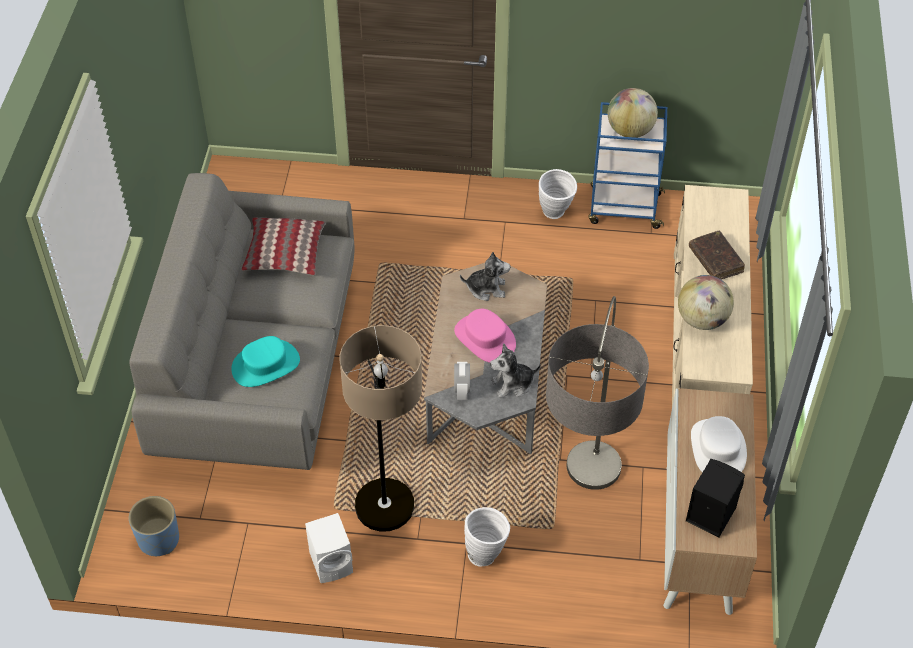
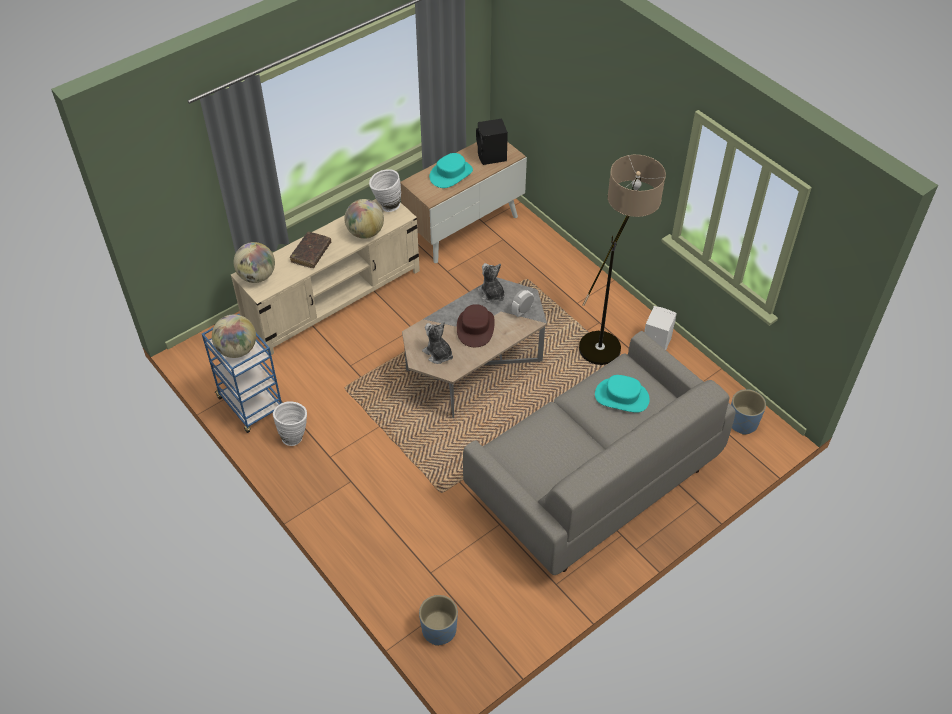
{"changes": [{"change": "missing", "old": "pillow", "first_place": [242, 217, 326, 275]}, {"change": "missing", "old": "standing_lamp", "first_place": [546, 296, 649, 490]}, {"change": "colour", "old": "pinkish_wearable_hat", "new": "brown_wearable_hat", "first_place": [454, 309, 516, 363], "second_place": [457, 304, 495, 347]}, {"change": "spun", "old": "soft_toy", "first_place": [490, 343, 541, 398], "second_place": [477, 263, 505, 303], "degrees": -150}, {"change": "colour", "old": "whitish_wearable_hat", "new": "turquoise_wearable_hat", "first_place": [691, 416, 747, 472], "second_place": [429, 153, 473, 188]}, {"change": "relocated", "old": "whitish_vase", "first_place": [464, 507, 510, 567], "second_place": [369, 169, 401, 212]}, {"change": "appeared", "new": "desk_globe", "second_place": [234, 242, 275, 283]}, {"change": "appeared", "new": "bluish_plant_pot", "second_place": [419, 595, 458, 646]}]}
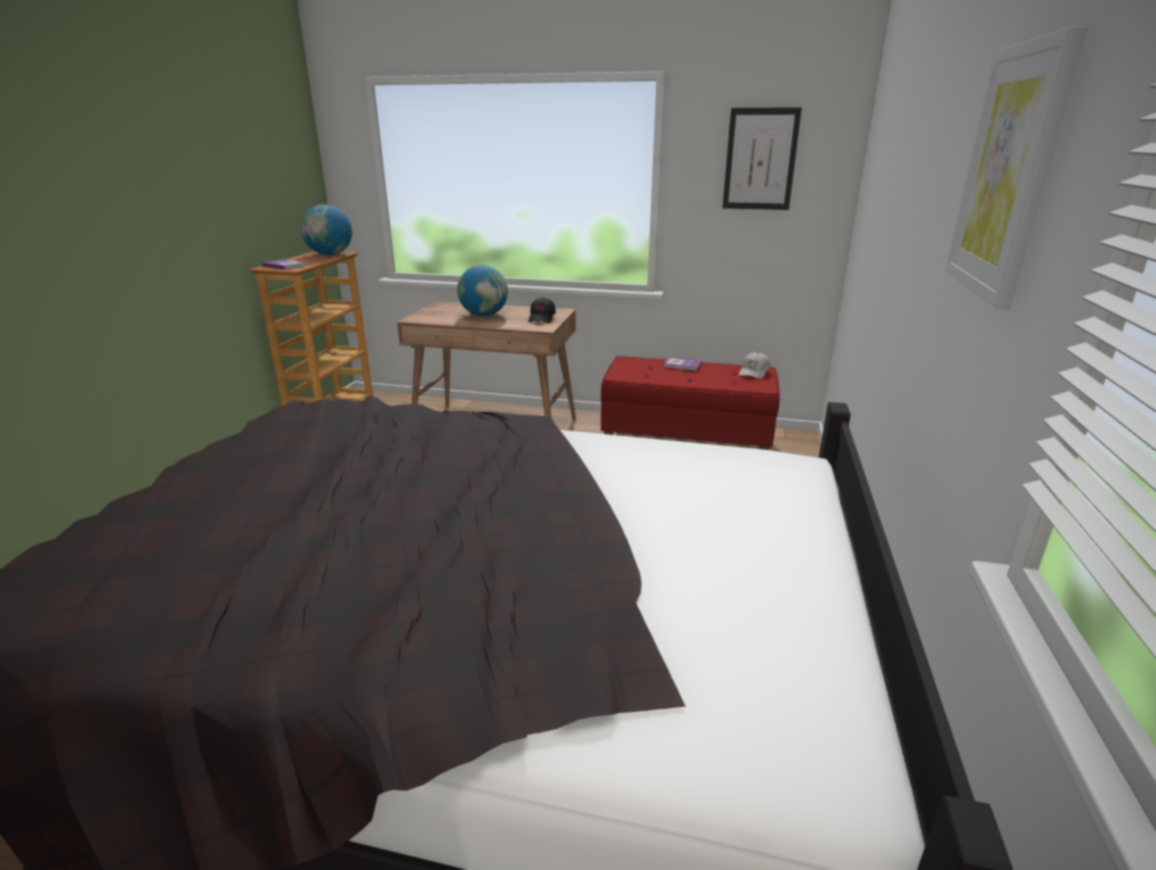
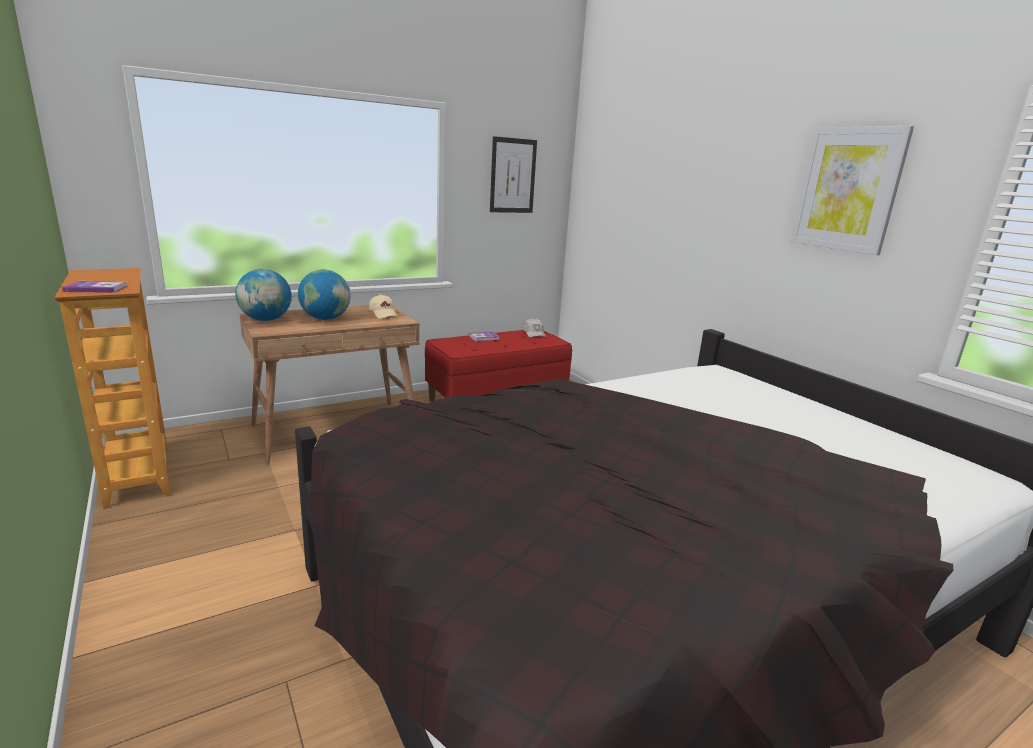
{"changes": [{"change": "relocated", "old": "desk_globe", "first_place": [300, 204, 352, 255], "second_place": [235, 269, 292, 321]}, {"change": "colour", "old": "black_peaked_cap", "new": "beige-coloured_peaked_cap", "first_place": [528, 297, 556, 323], "second_place": [369, 294, 398, 318]}]}
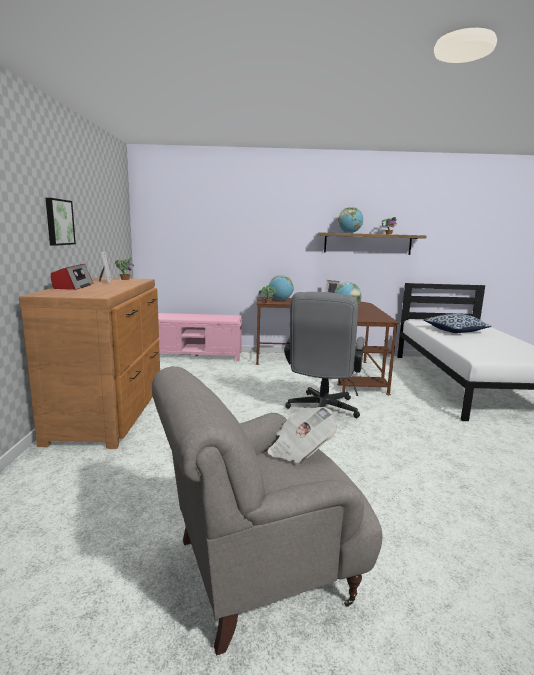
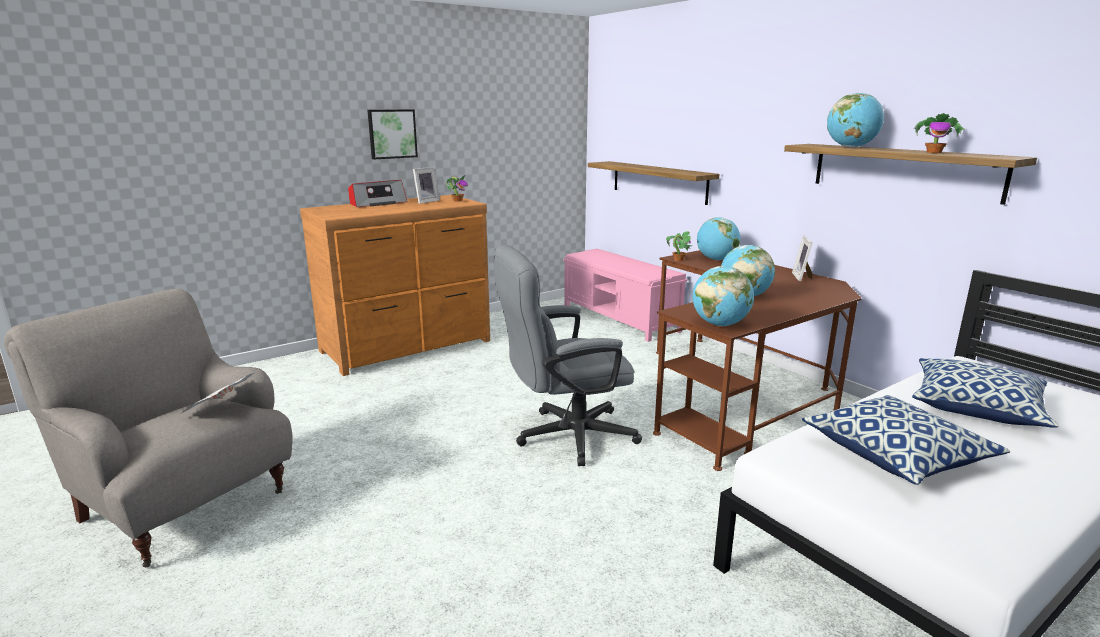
{"changes": [{"change": "appeared", "new": "shelf", "second_place": [588, 161, 719, 205]}, {"change": "appeared", "new": "desk_globe", "second_place": [692, 266, 754, 326]}, {"change": "appeared", "new": "pillow", "second_place": [802, 395, 1010, 485]}]}
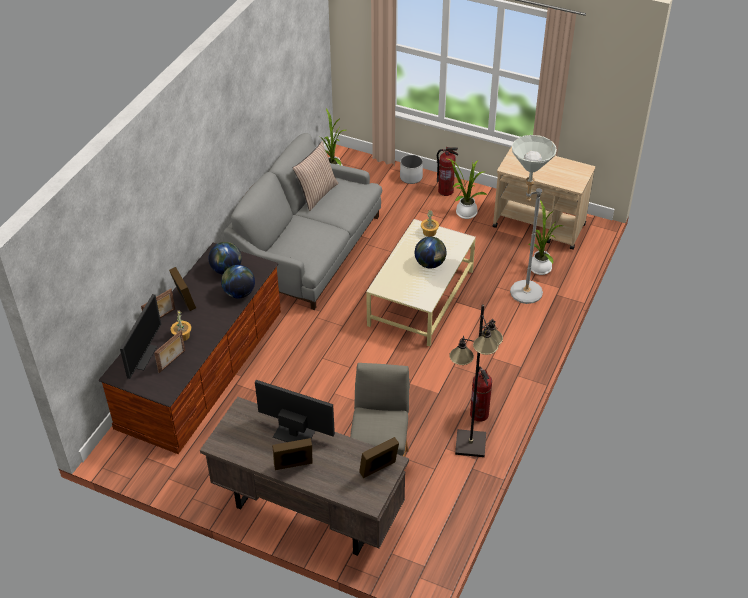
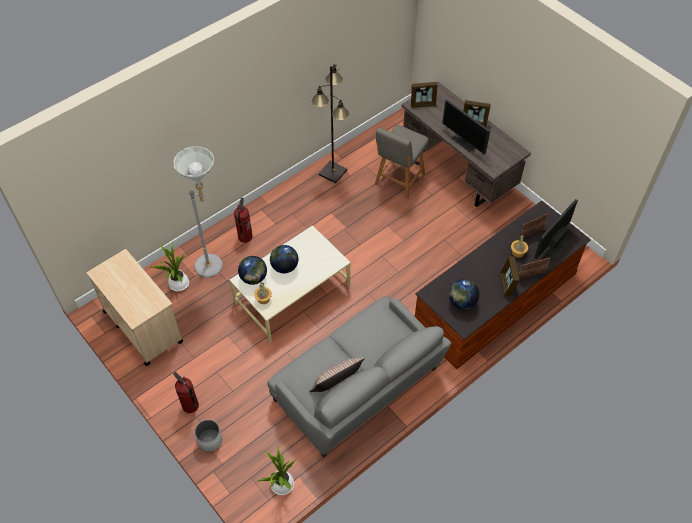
{"changes": [{"change": "missing", "old": "plant_in_a_pot", "first_place": [448, 159, 487, 219]}, {"change": "relocated", "old": "desk_globe", "first_place": [221, 265, 255, 298], "second_place": [238, 256, 267, 285]}, {"change": "relocated", "old": "extinguisher", "first_place": [470, 367, 492, 422], "second_place": [234, 198, 253, 243]}]}
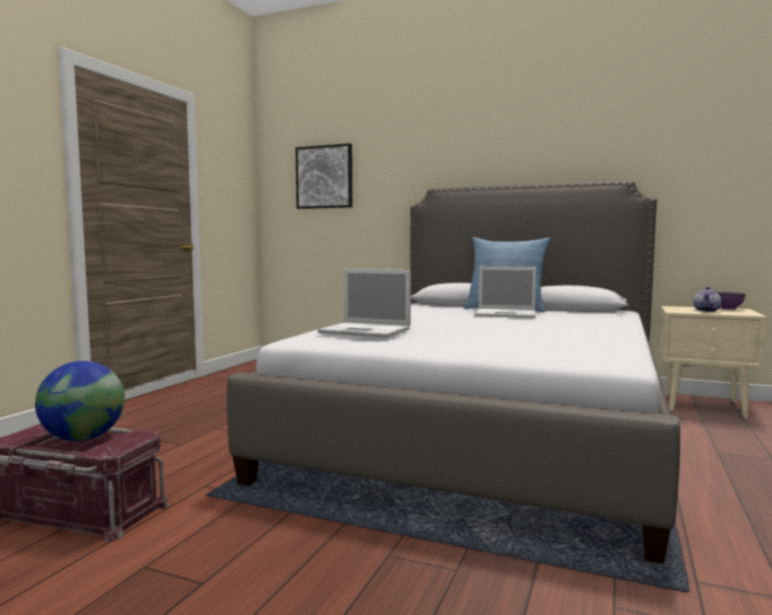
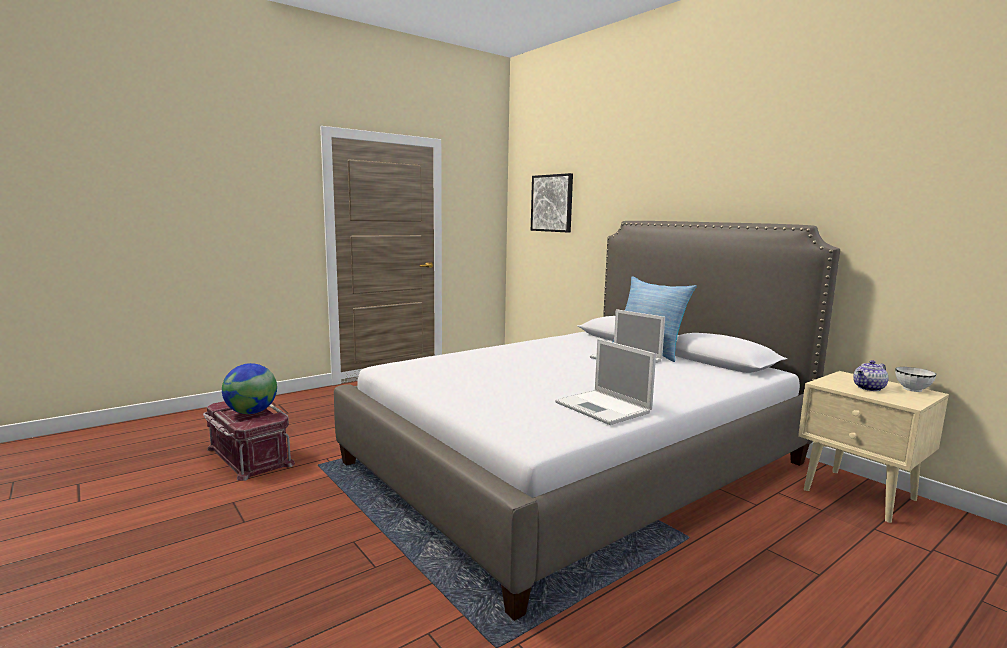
{"changes": [{"change": "relocated", "old": "notebook_computer", "first_place": [318, 269, 411, 338], "second_place": [555, 339, 656, 425]}, {"change": "colour", "old": "purple-coloured_bowl", "new": "whitish_bowl", "first_place": [718, 292, 746, 310], "second_place": [895, 367, 936, 392]}]}
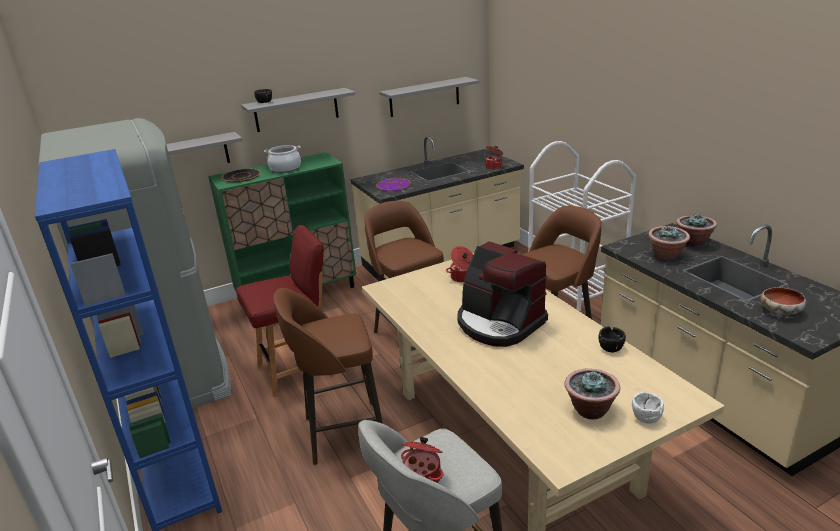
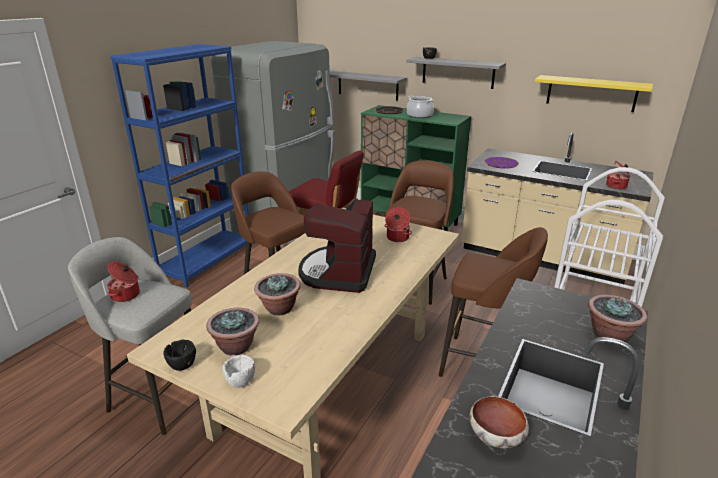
{"changes": [{"change": "colour", "old": "gray_shelf", "new": "yellow_shelf", "first_place": [379, 77, 479, 117], "second_place": [535, 75, 653, 112]}, {"change": "relocated", "old": "plant_in_a_pot", "first_place": [648, 226, 690, 260], "second_place": [254, 273, 301, 315]}, {"change": "relocated", "old": "black_bowl", "first_place": [598, 326, 626, 352], "second_place": [163, 340, 196, 371]}]}
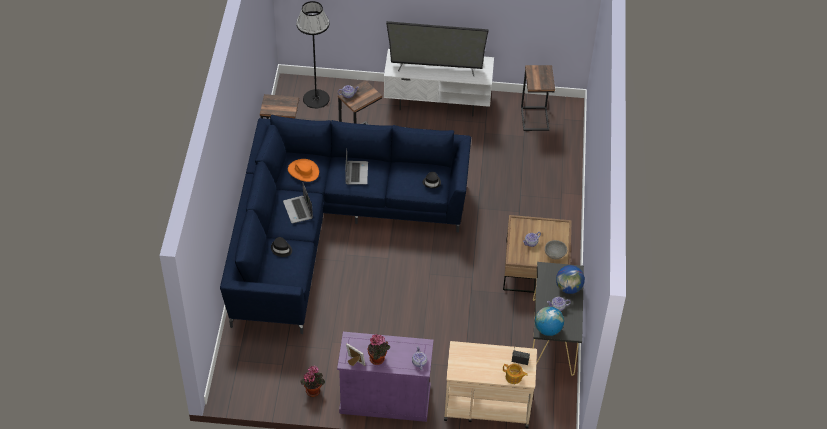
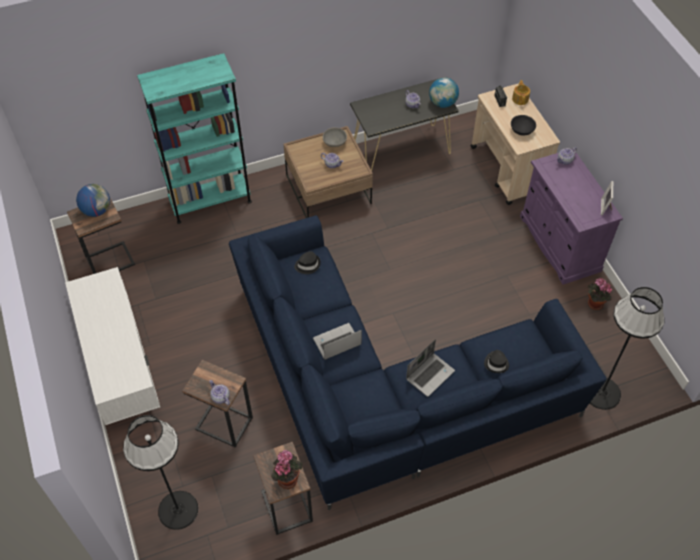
{"changes": [{"change": "missing", "old": "TV", "first_place": [386, 21, 488, 76]}, {"change": "missing", "old": "orangey_wearable_hat", "first_place": [288, 159, 319, 182]}, {"change": "relocated", "old": "desk_globe", "first_place": [556, 265, 585, 294], "second_place": [76, 184, 110, 217]}, {"change": "relocated", "old": "plant_in_a_pot", "first_place": [368, 334, 390, 365], "second_place": [271, 450, 302, 489]}, {"change": "appeared", "new": "turquoise_shelving_unit", "second_place": [137, 53, 252, 224]}, {"change": "appeared", "new": "black_bowl", "second_place": [511, 115, 536, 136]}, {"change": "appeared", "new": "black_standing_lamp", "second_place": [590, 287, 665, 410]}]}
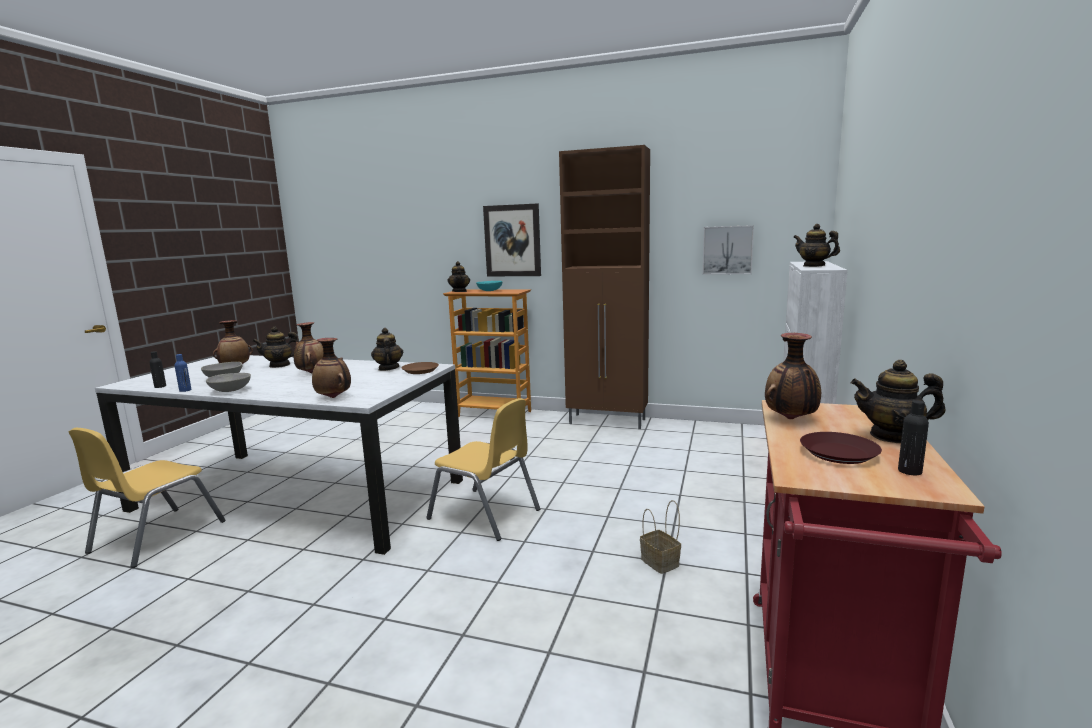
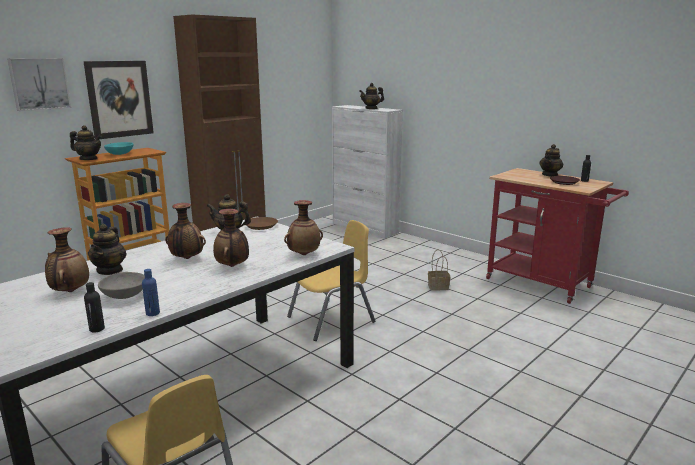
{"changes": [{"change": "relocated", "old": "picture", "first_place": [702, 225, 754, 275], "second_place": [7, 58, 71, 111]}, {"change": "relocated", "old": "vase", "first_place": [765, 333, 821, 419], "second_place": [213, 209, 249, 267]}, {"change": "missing", "old": "gray_bowl", "first_place": [206, 373, 251, 392]}]}
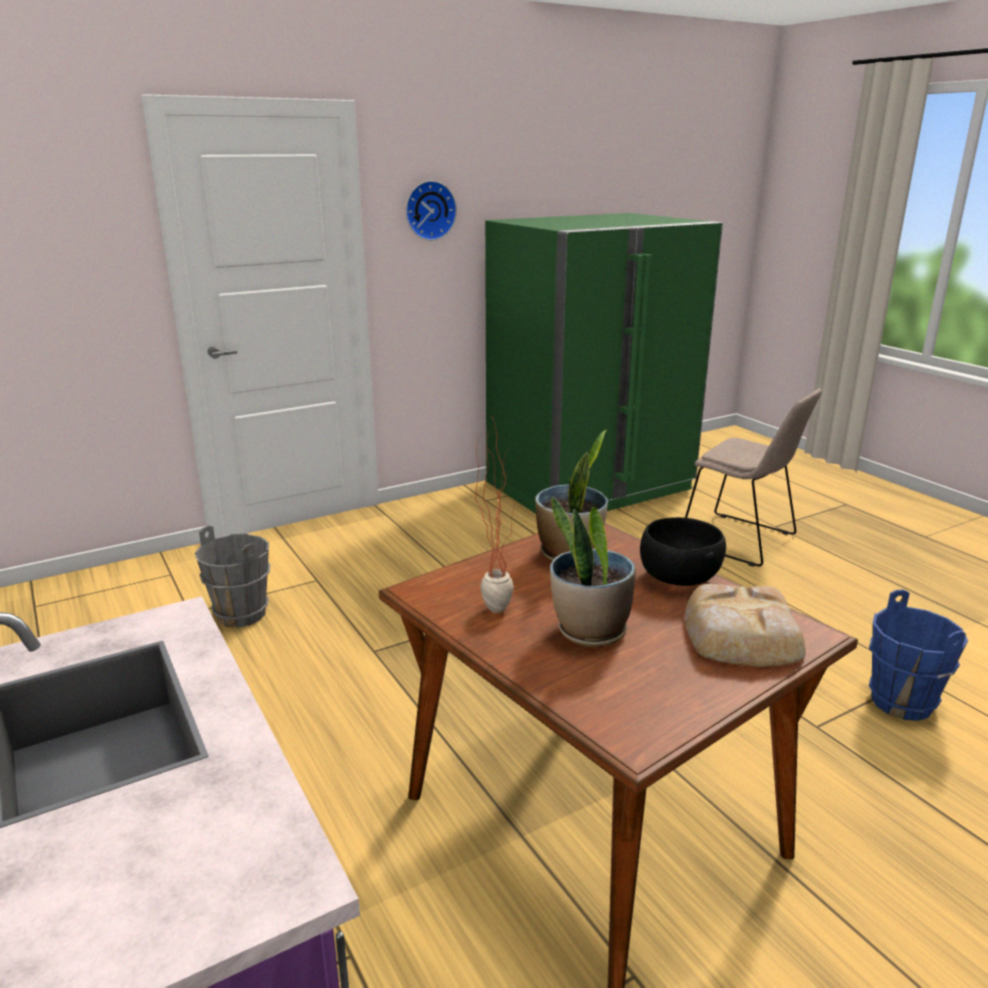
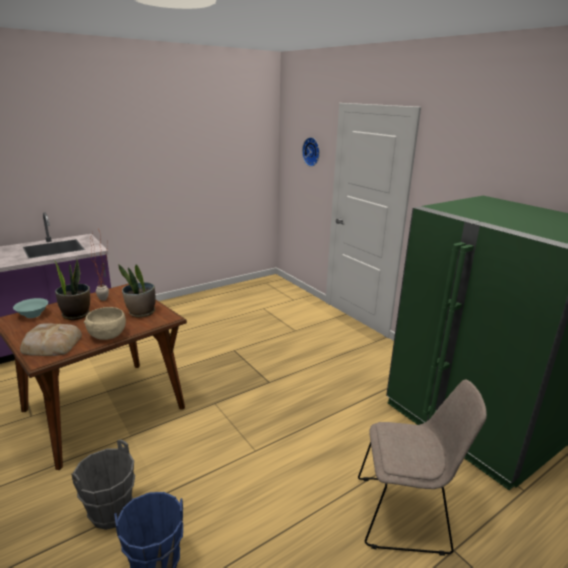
{"changes": [{"change": "relocated", "old": "hanging_clock", "first_place": [406, 180, 457, 241], "second_place": [302, 137, 320, 167]}, {"change": "spun", "old": "beige-coloured_upright_chair", "first_place": [685, 389, 822, 567], "second_place": [358, 379, 487, 556], "degrees": -120}, {"change": "colour", "old": "black_bowl", "new": "beige-coloured_bowl", "first_place": [640, 517, 726, 586], "second_place": [84, 307, 126, 340]}, {"change": "relocated", "old": "gray_bucket", "first_place": [195, 526, 270, 628], "second_place": [71, 440, 135, 530]}, {"change": "appeared", "new": "turquoise_bowl", "second_place": [13, 298, 48, 318]}]}
